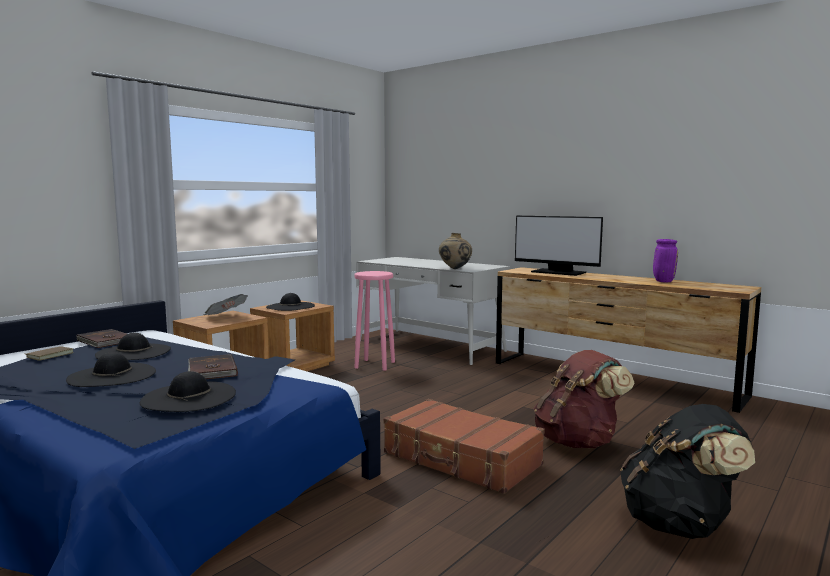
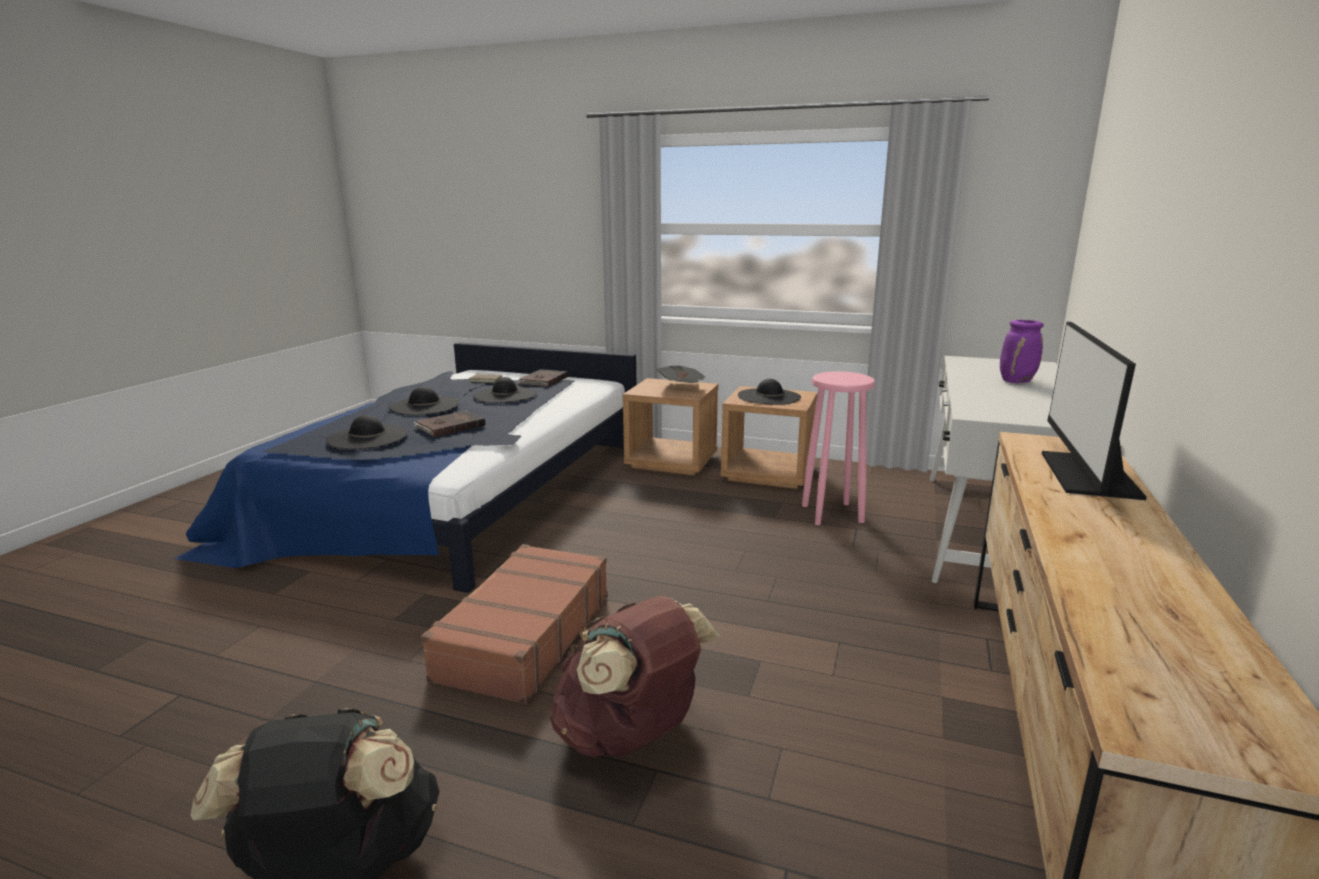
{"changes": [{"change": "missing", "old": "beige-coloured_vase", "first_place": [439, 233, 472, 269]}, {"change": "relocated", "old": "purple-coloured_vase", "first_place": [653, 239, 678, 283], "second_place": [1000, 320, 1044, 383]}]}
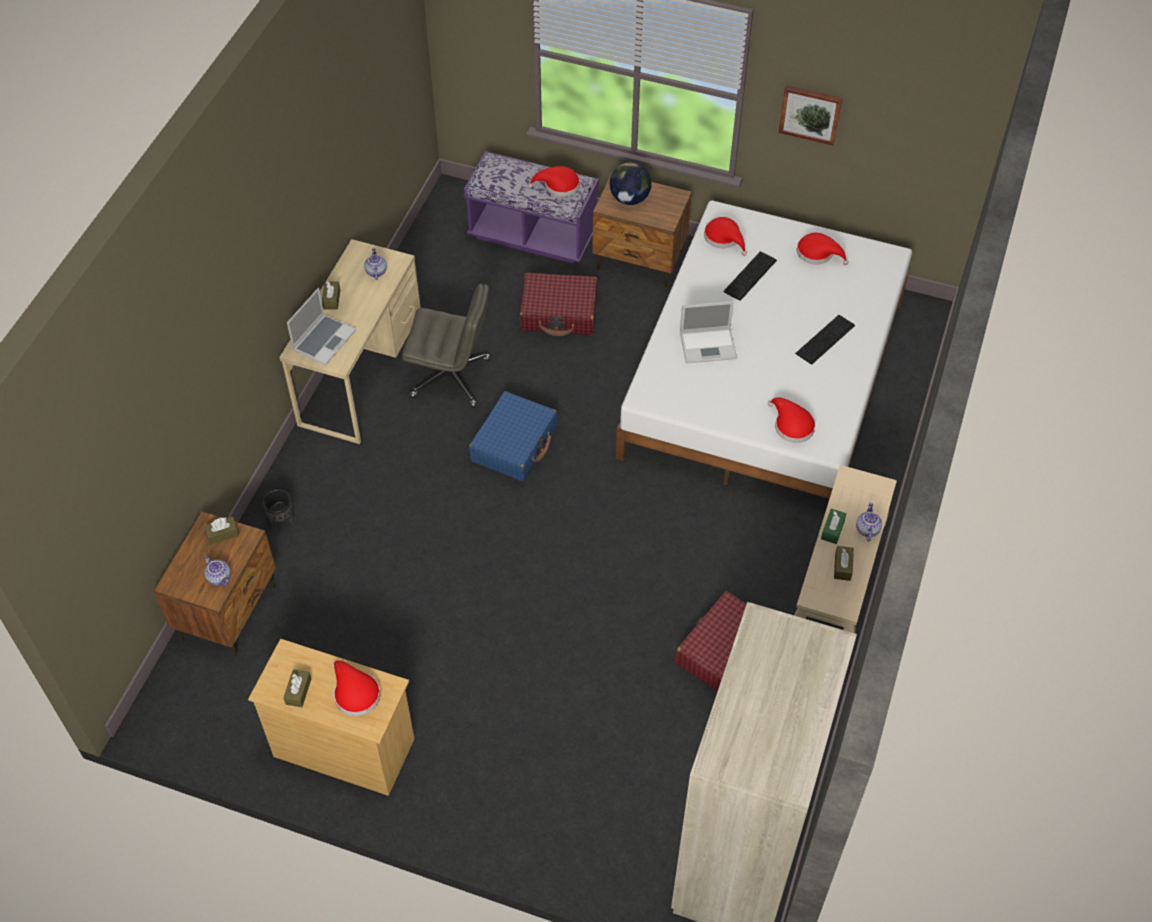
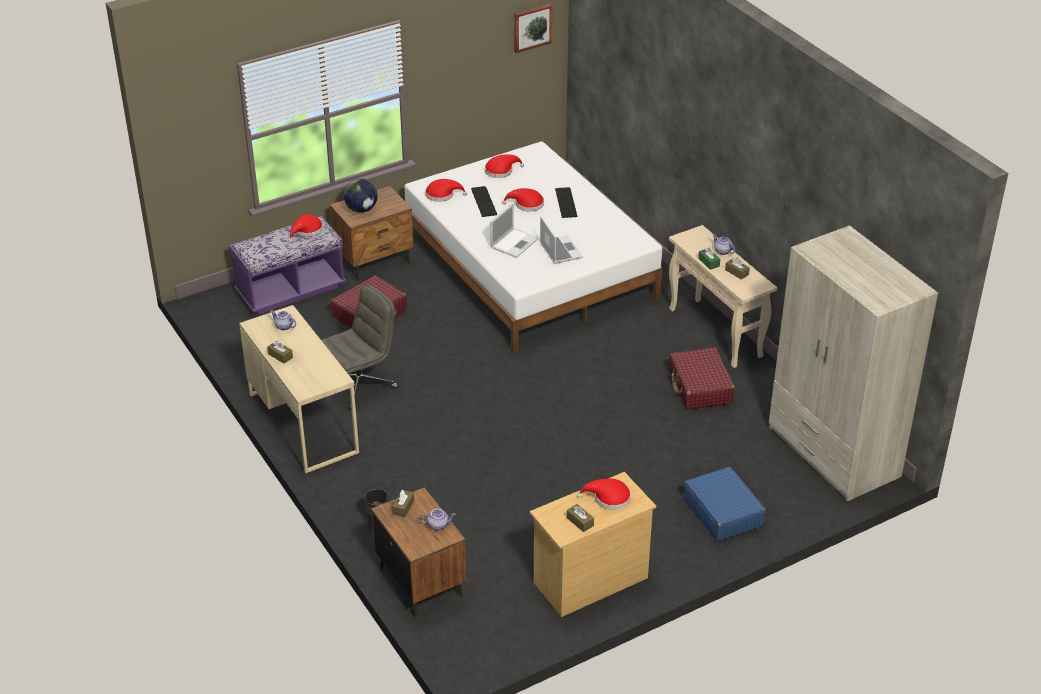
{"changes": [{"change": "relocated", "old": "picture", "first_place": [779, 85, 842, 145], "second_place": [514, 4, 553, 53]}, {"change": "relocated", "old": "notebook_computer", "first_place": [287, 288, 356, 365], "second_place": [540, 216, 583, 264]}, {"change": "relocated", "old": "bluish_suitcase", "first_place": [469, 391, 557, 481], "second_place": [684, 467, 766, 541]}, {"change": "relocated", "old": "reddish_wearable_hat", "first_place": [768, 397, 816, 443], "second_place": [502, 188, 544, 212]}]}
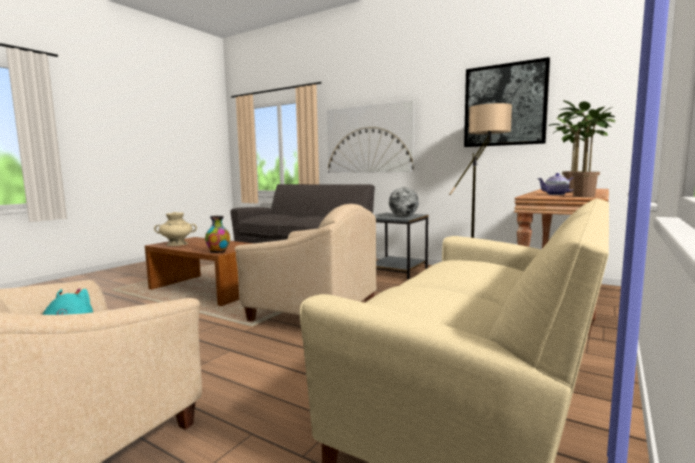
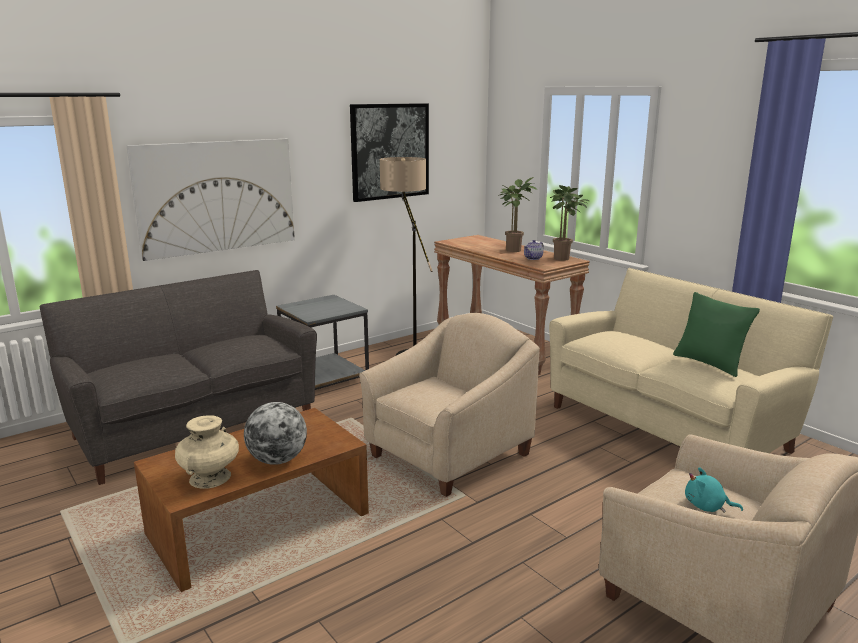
{"changes": [{"change": "relocated", "old": "desk_globe", "first_place": [389, 187, 419, 217], "second_place": [244, 402, 307, 465]}, {"change": "missing", "old": "vase", "first_place": [205, 216, 230, 253]}, {"change": "appeared", "new": "greenish_pillow", "second_place": [673, 292, 760, 377]}]}
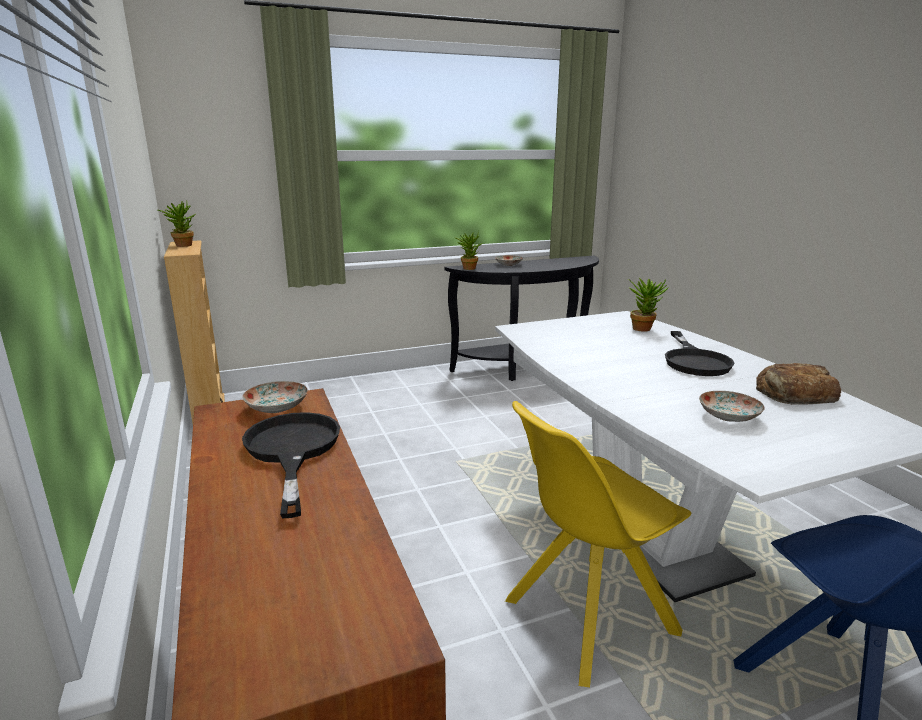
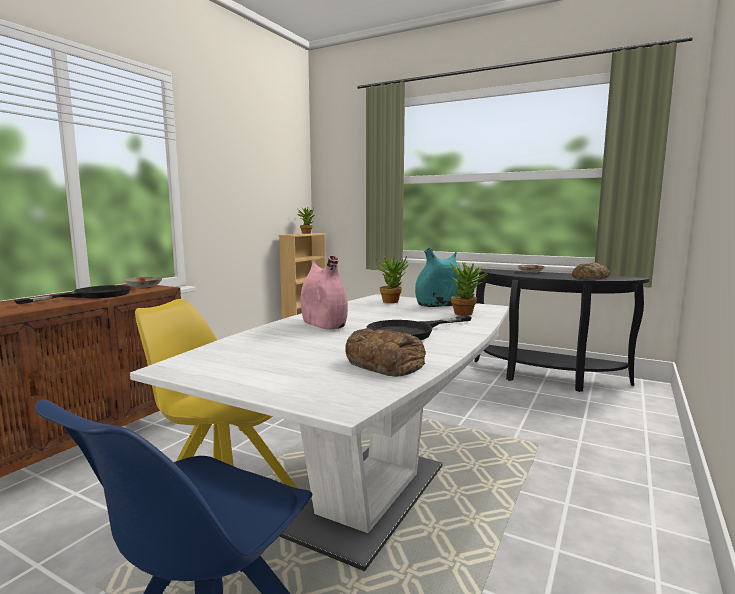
{"changes": [{"change": "relocated", "old": "plant_in_a_pot", "first_place": [455, 231, 482, 270], "second_place": [374, 256, 409, 303]}, {"change": "missing", "old": "plate", "first_place": [699, 391, 764, 422]}, {"change": "appeared", "new": "turquoise_vase", "second_place": [415, 248, 463, 307]}, {"change": "appeared", "new": "pinkish_vase", "second_place": [300, 256, 348, 330]}, {"change": "appeared", "new": "baked_bread", "second_place": [572, 262, 610, 280]}]}
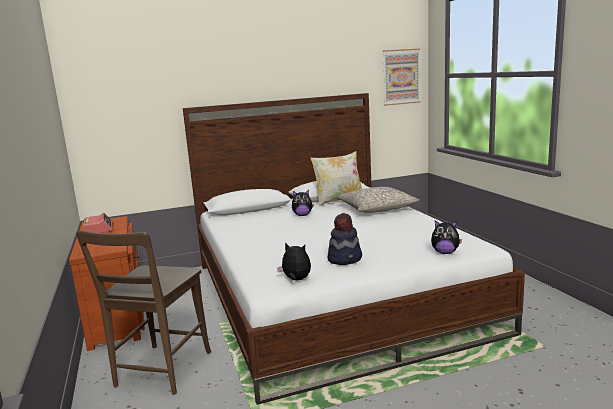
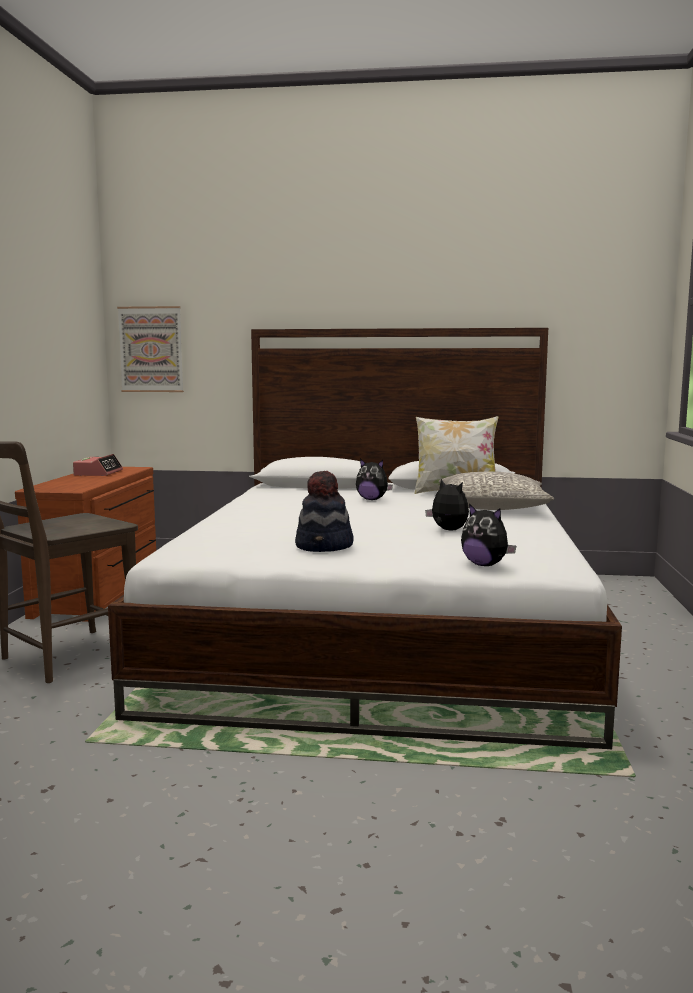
{"changes": [{"change": "relocated", "old": "picture", "first_place": [383, 48, 421, 106], "second_place": [117, 306, 184, 392]}, {"change": "relocated", "old": "soft_toy", "first_place": [277, 242, 311, 280], "second_place": [425, 479, 469, 530]}]}
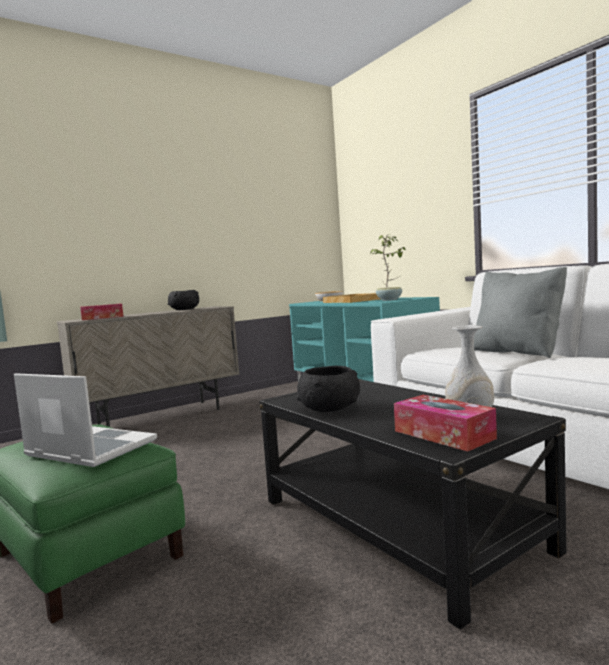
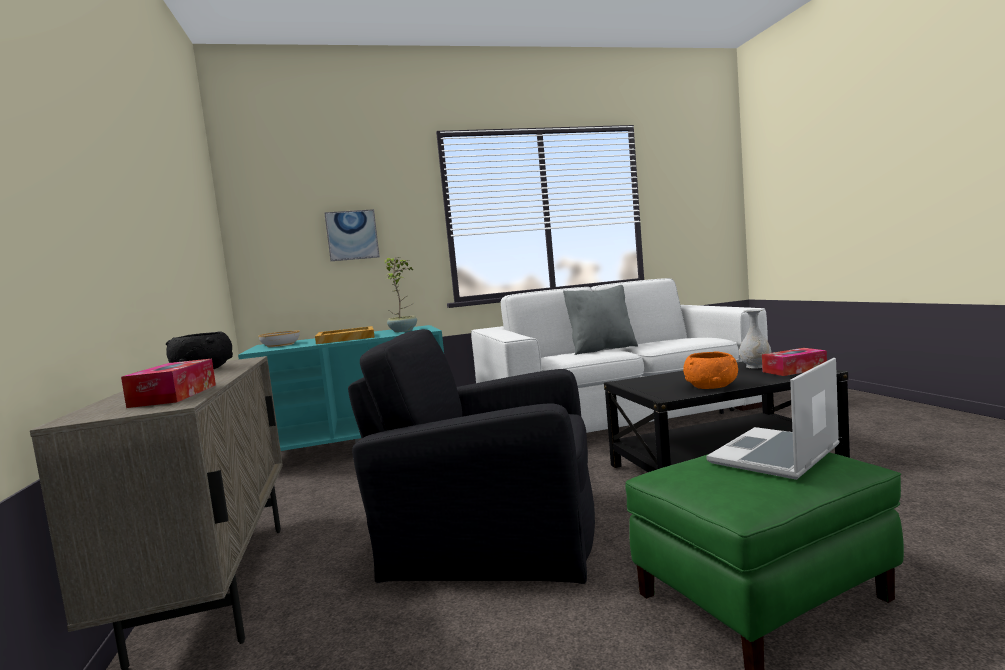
{"changes": [{"change": "colour", "old": "black_bowl", "new": "orangey_bowl", "first_place": [297, 366, 360, 412], "second_place": [683, 351, 738, 389]}, {"change": "appeared", "new": "picture", "second_place": [324, 209, 380, 261]}, {"change": "appeared", "new": "black_easy_chair", "second_place": [348, 329, 595, 584]}]}
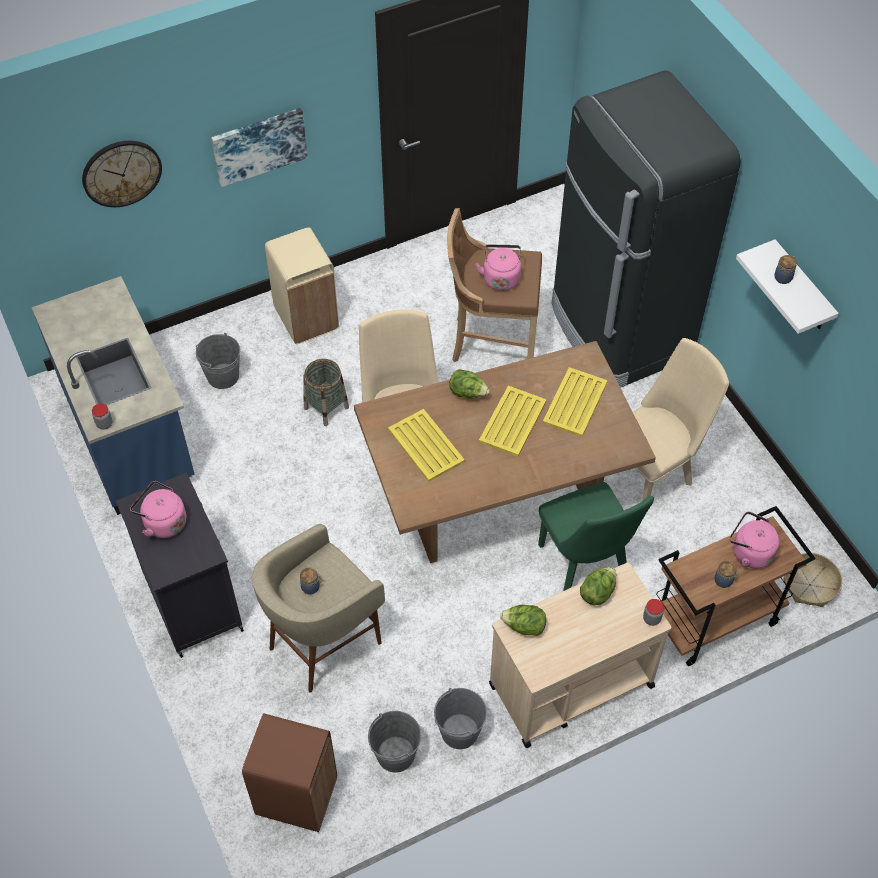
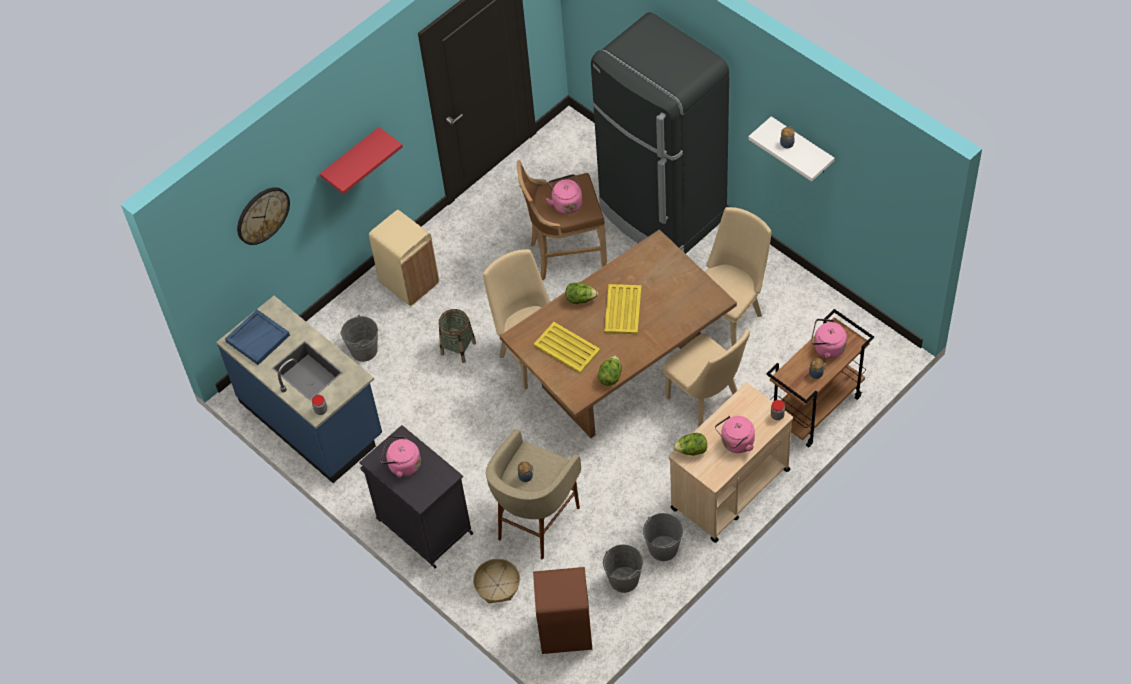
{"changes": [{"change": "exchanged", "old": "picture", "new": "reddish_shelf", "first_place": [211, 108, 308, 187], "second_place": [320, 127, 403, 194]}, {"change": "missing", "old": "yellow_carrying_tray", "first_place": [543, 367, 608, 437]}, {"change": "colour", "old": "greenish_upright_chair", "new": "beige-coloured_upright_chair", "first_place": [538, 482, 654, 591], "second_place": [662, 329, 750, 427]}, {"change": "relocated", "old": "household_basket", "first_place": [783, 553, 842, 607], "second_place": [473, 558, 520, 603]}, {"change": "relocated", "old": "head_of_lettuce", "first_place": [580, 567, 616, 605], "second_place": [597, 356, 622, 386]}, {"change": "appeared", "new": "bluish_carrying_tray", "second_place": [225, 310, 290, 365]}, {"change": "appeared", "new": "pinkish_tea_kettle", "second_place": [715, 416, 755, 453]}]}
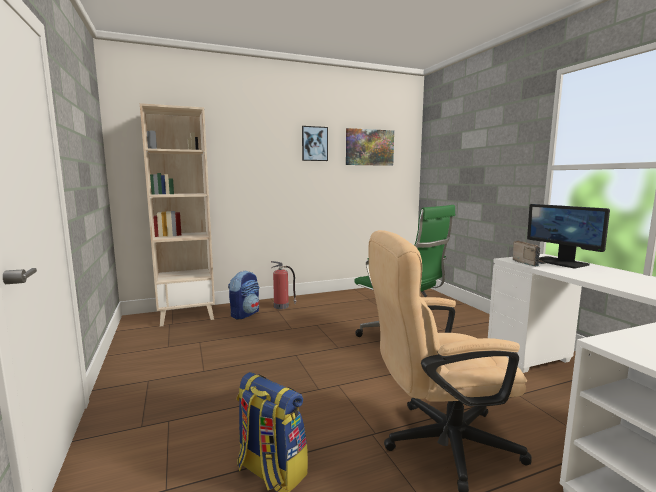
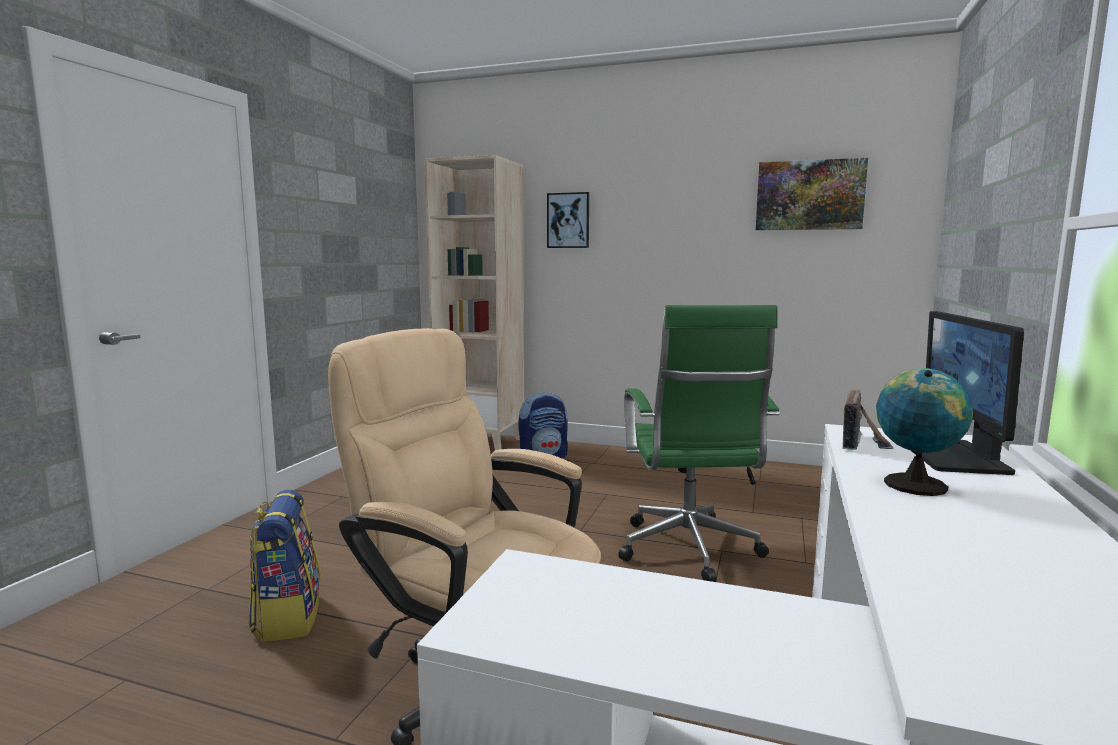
{"changes": [{"change": "relocated", "old": "picture", "first_place": [302, 126, 328, 161], "second_place": [547, 192, 589, 248]}, {"change": "missing", "old": "extinguisher", "first_place": [271, 261, 296, 309]}, {"change": "appeared", "new": "desk_globe", "second_place": [876, 368, 973, 496]}]}
